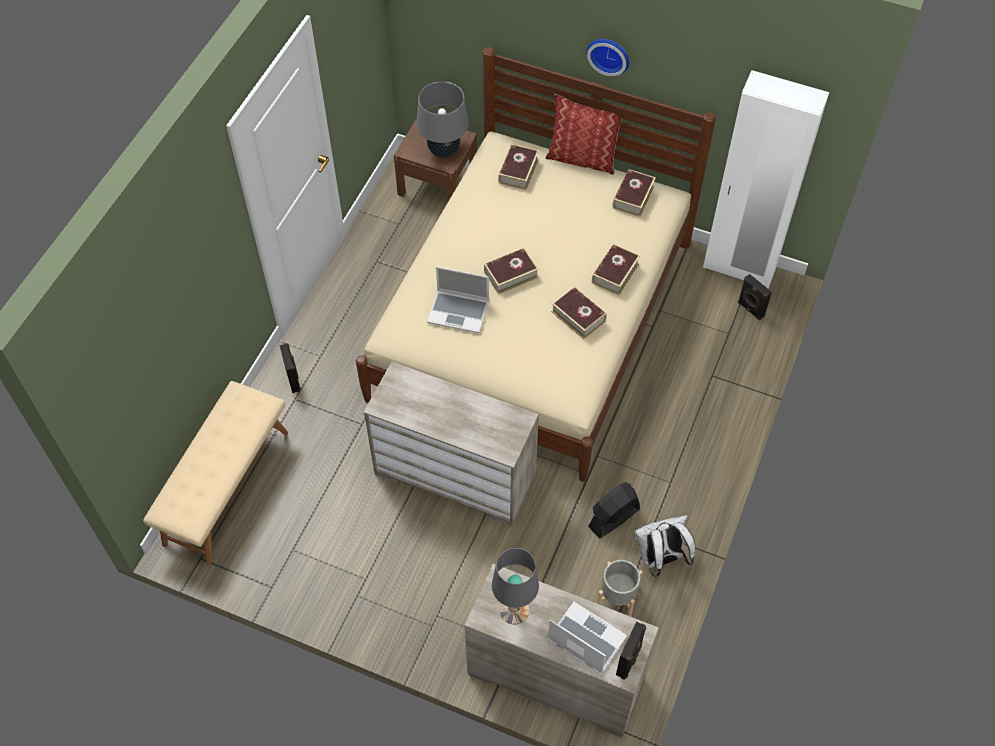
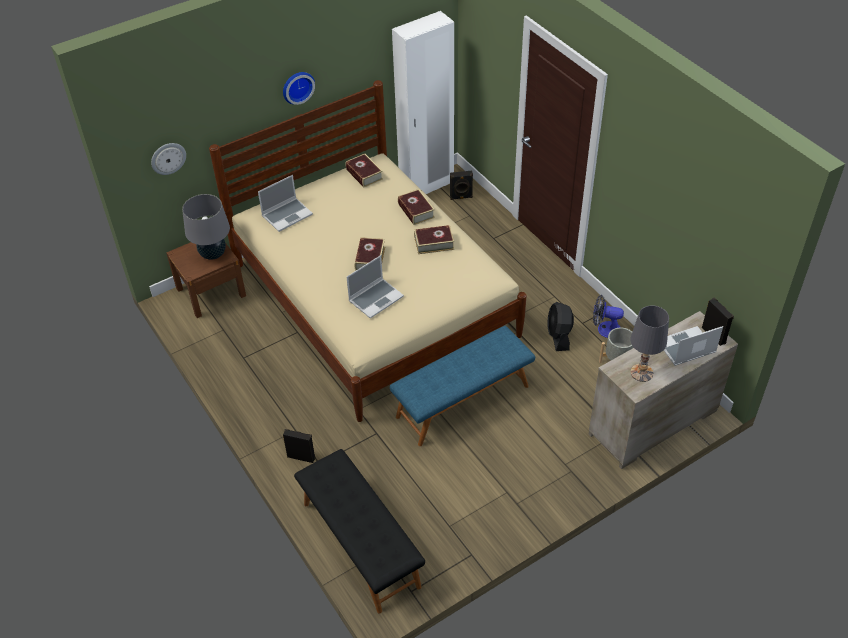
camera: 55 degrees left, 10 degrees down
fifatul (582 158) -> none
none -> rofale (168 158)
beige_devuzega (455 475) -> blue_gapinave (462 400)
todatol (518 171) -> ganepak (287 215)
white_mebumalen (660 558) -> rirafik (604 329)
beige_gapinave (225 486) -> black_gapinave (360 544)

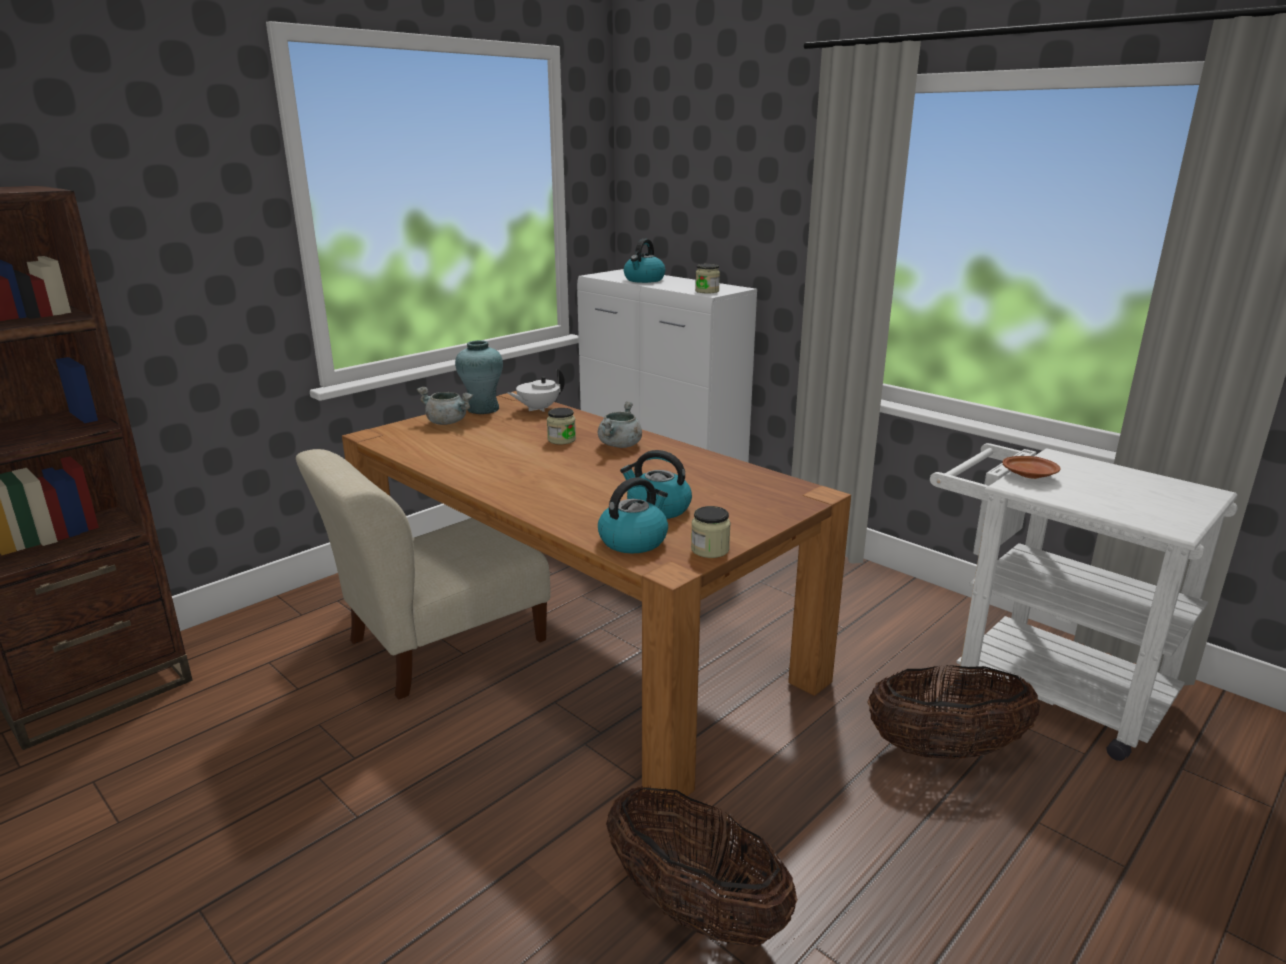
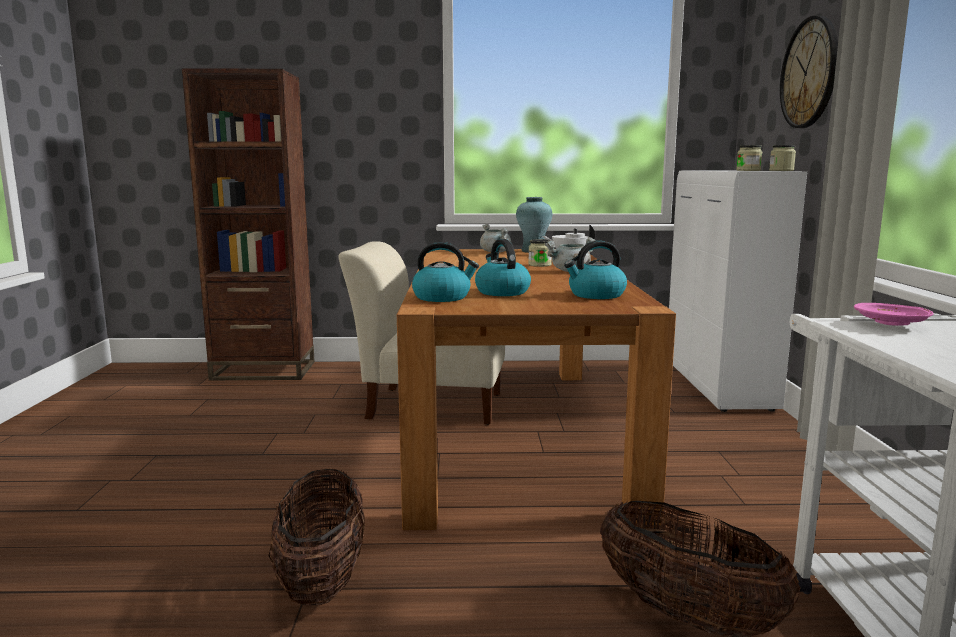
camera: 45 degrees right, 10 degrees down
none -> rofale (809 73)
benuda (644 280) -> benuda (596 295), move
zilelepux (710 549) -> zilelepux (781 170), move
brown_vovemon (1029 475) -> pink_vovemon (892 323)

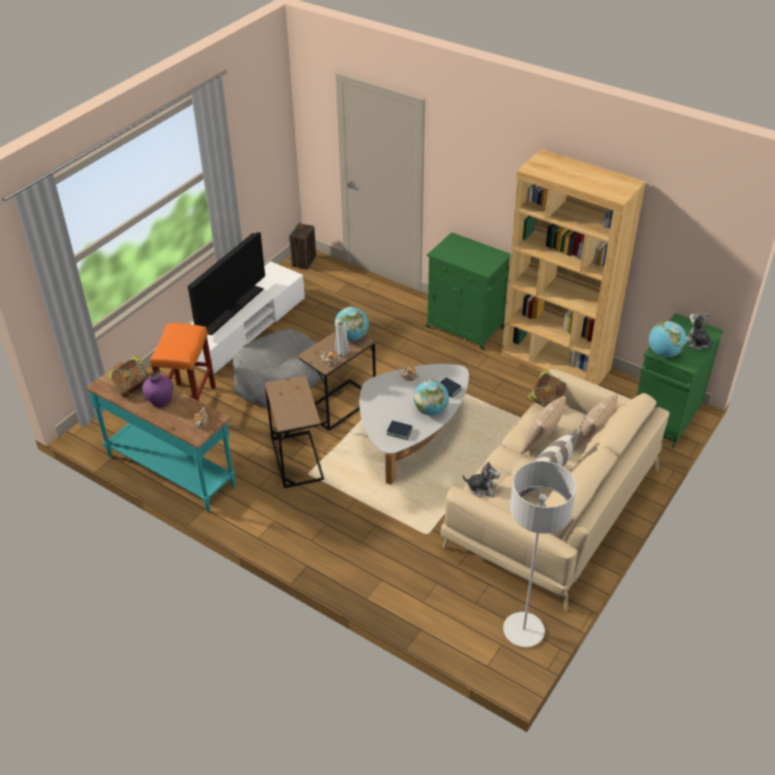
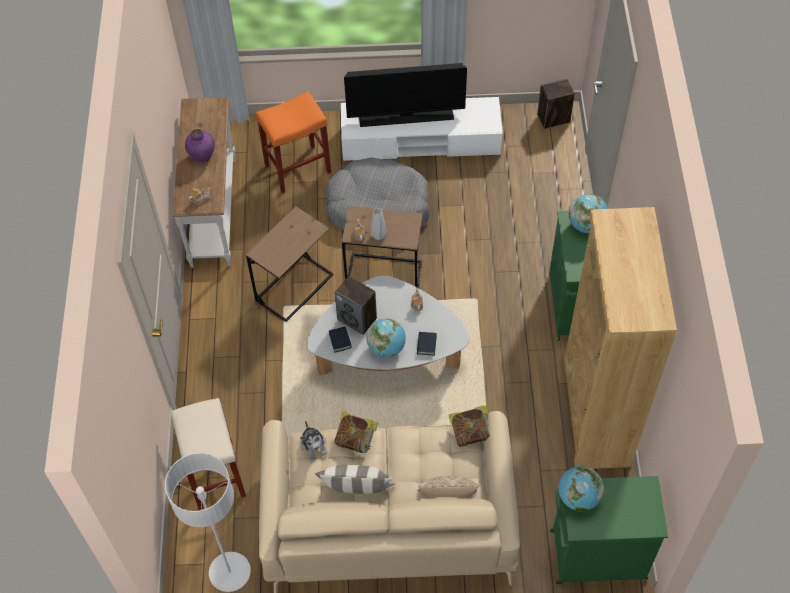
camera: 55 degrees right, 15 degrees up
fifatul (541 442) -> none
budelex (696 342) -> none
none -> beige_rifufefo (215 474)
none -> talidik (357 319)
todatol (132 387) -> todatol (356 439), move
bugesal (352 337) -> bugesal (586 225), move
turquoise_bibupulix (172 470) -> white_bibupulix (215 212)

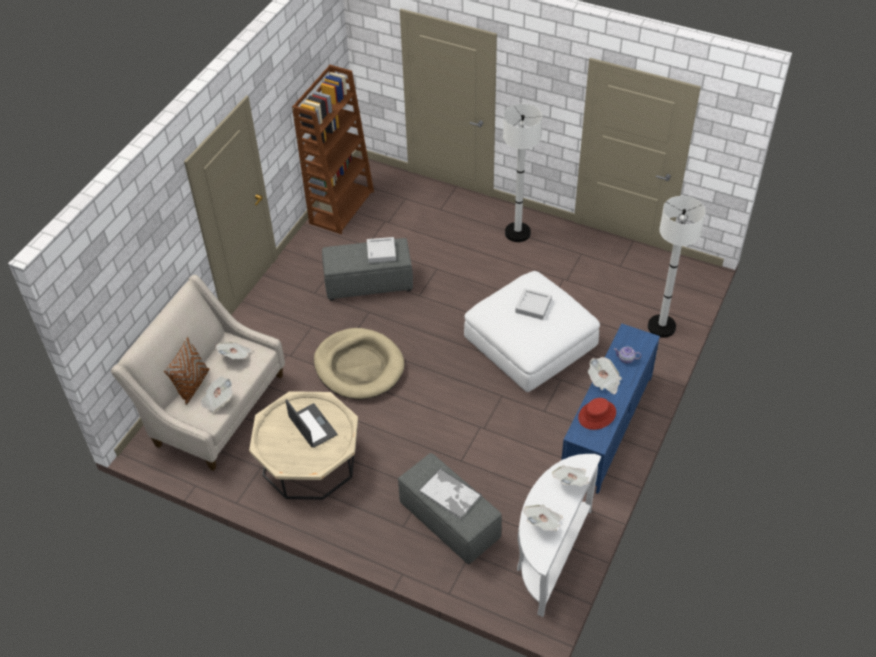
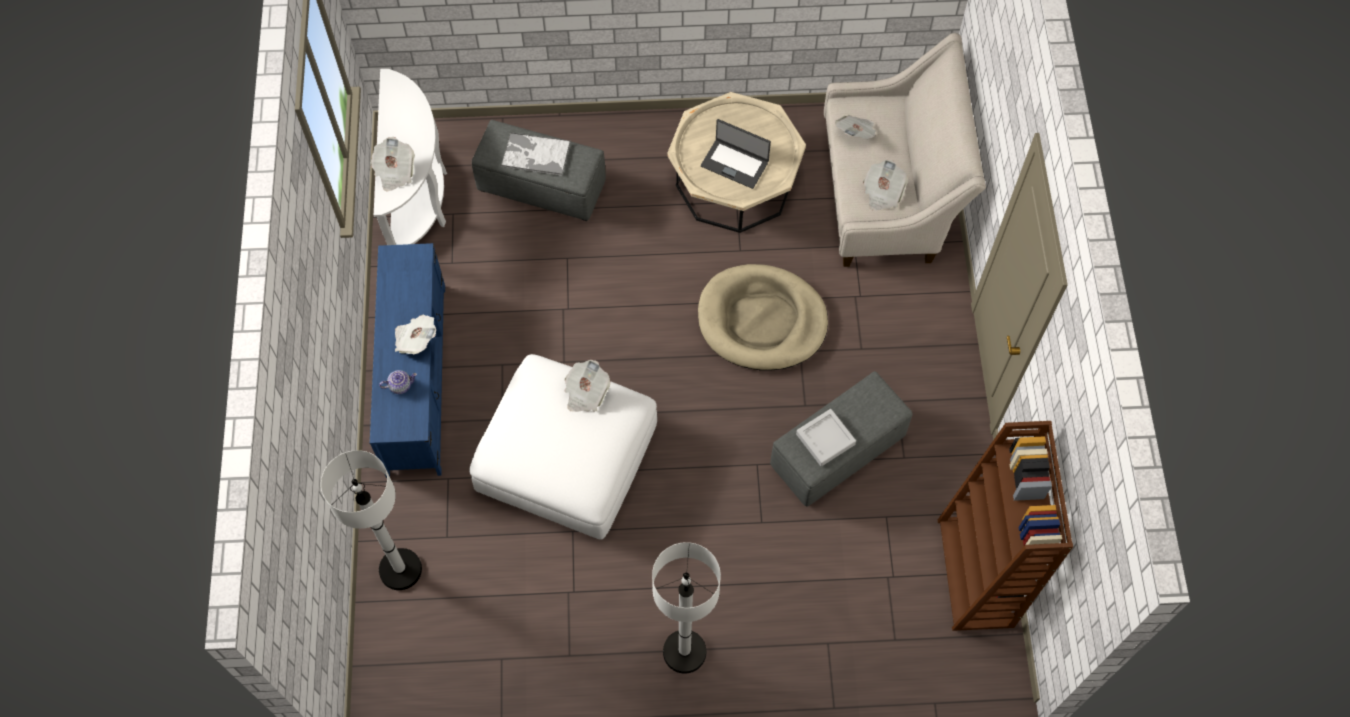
camera: 150 degrees right, 15 degrees up
brown_fifatul (192 385) -> none
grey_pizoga (533 306) -> none
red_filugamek (597 415) -> none
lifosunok (543 523) -> lifosunok (586 393), move

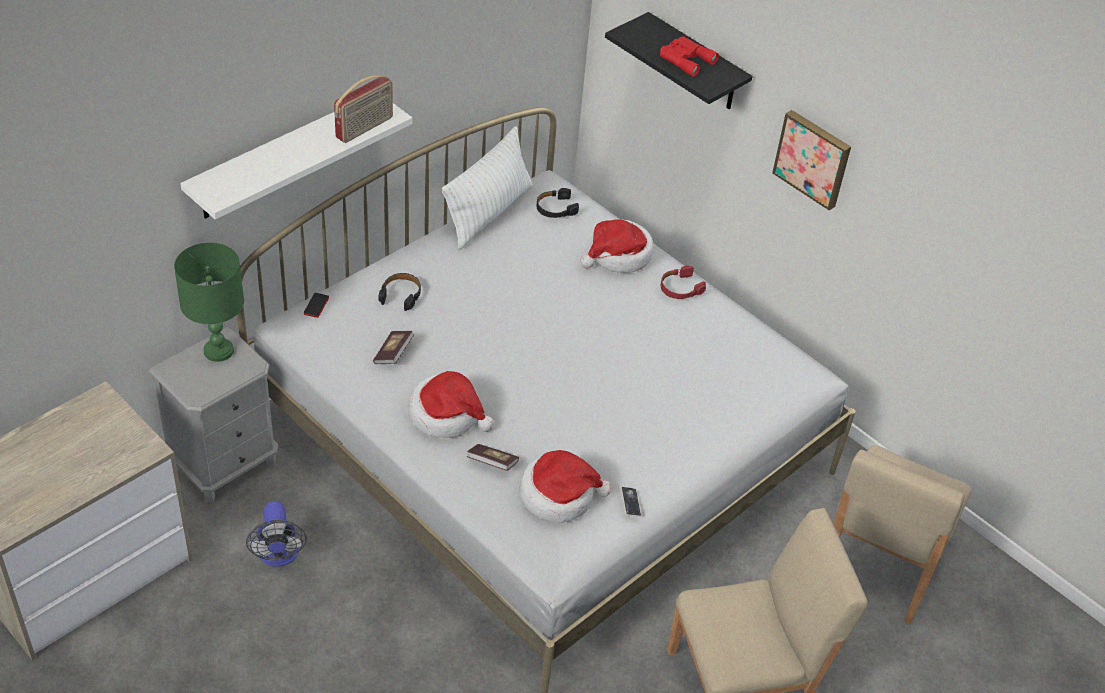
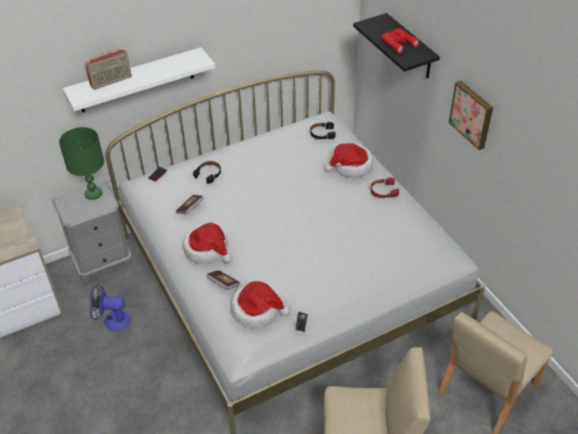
camera: 20 degrees right, 0 degrees up
white_fifatul (488 213) -> none
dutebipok (365 128) -> dutebipok (111 82), move
rirafik (278 556) -> rirafik (112 320), 90 degrees clockwise

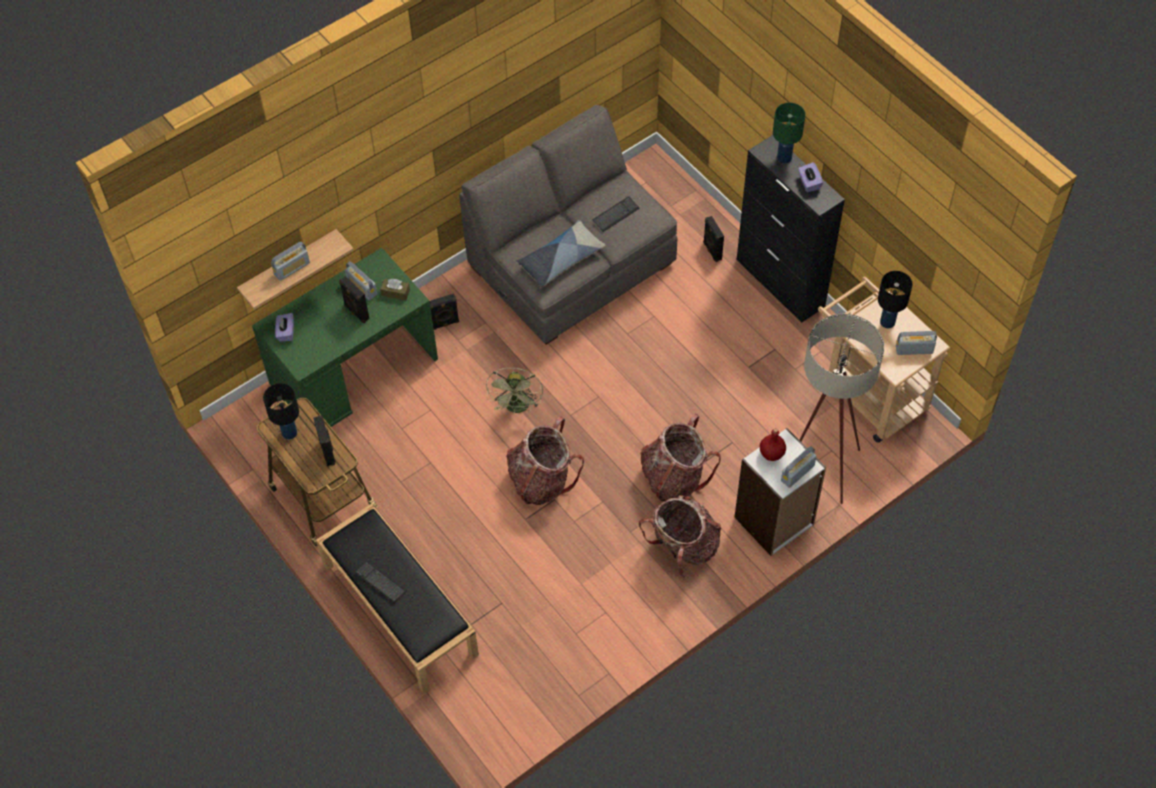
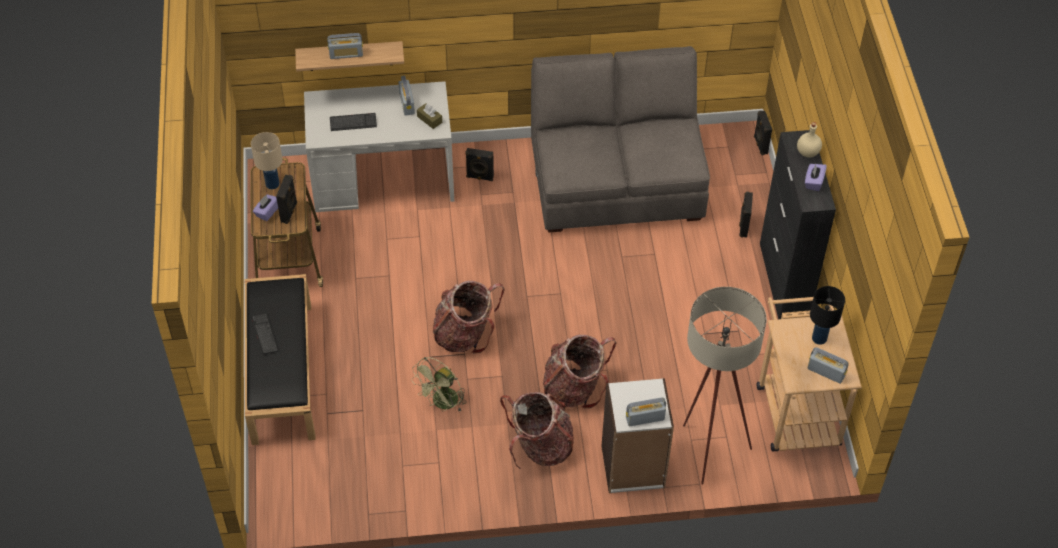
camera: 30 degrees right, 5 degrees down
fifatul (560 259) -> none
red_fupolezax (772 454) -> none
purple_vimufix (286 332) -> purple_vimufix (267 212), move
black_talidik (356 312) -> black_talidik (760 145), move
green_rirafik (517 408) -> green_rirafik (442 403), move
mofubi (615 215) -> mofubi (353 123), move
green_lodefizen (784 157) -> beige_fupolezax (807 152)
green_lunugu (353 371) -> white_lunugu (383 178)
black_lodefizen (289 433) -> beige_lodefizen (272 184)

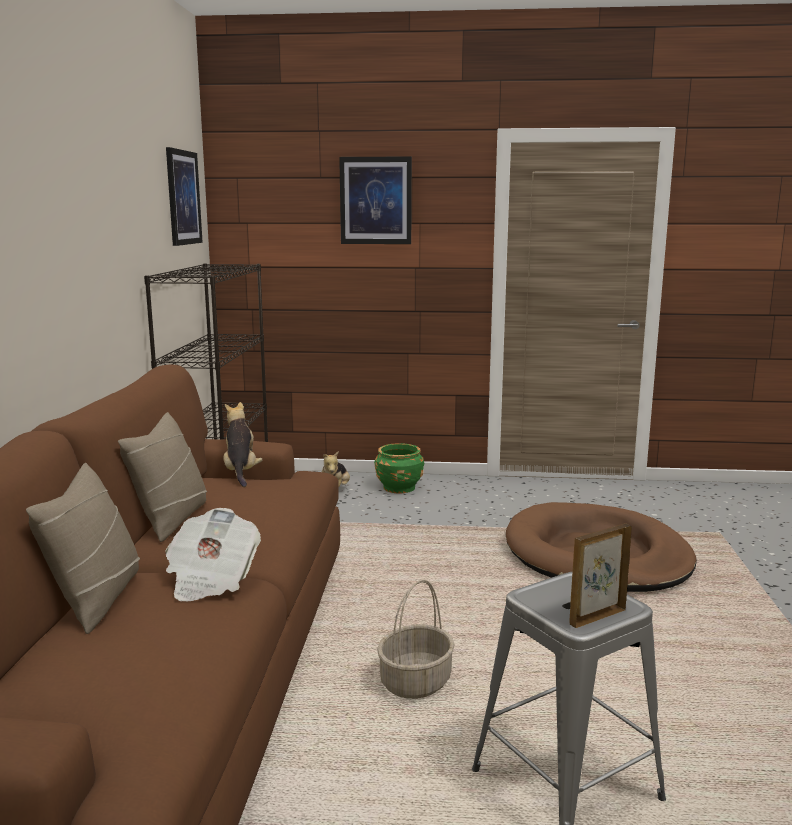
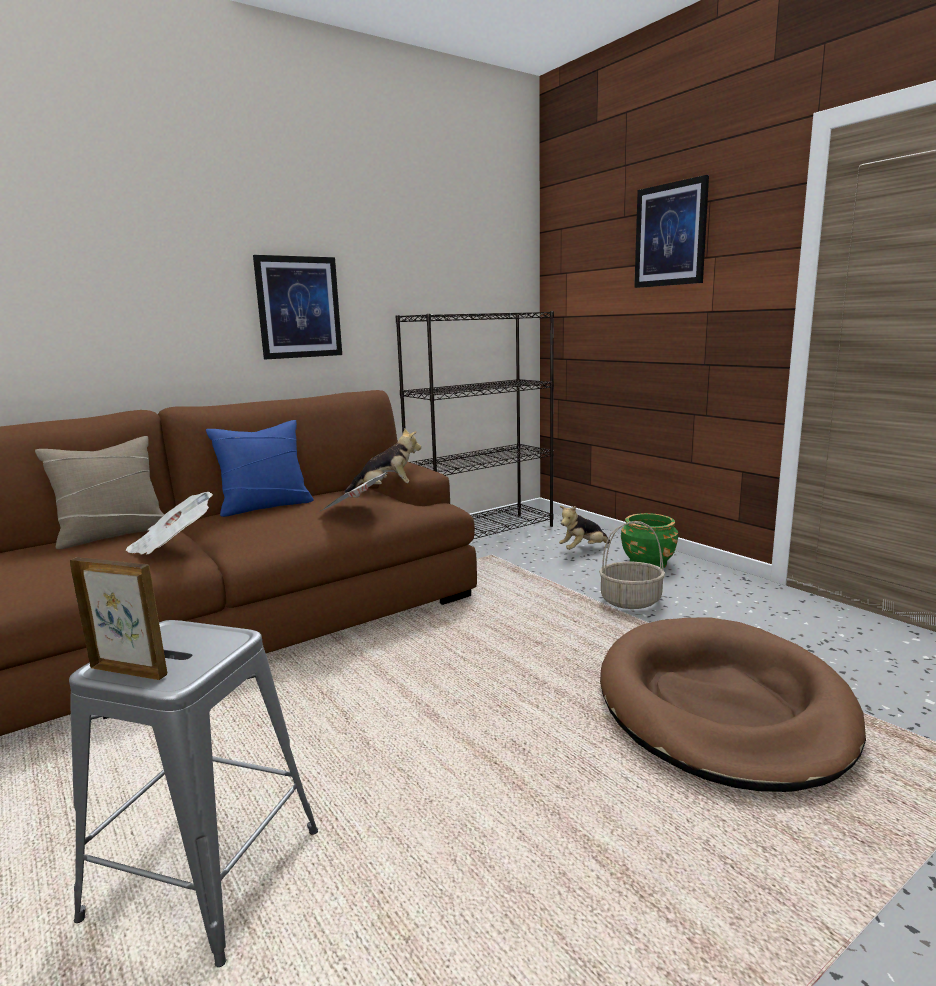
camera: 50 degrees right, 0 degrees up
none -> lifosunok (354 510)
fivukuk (183 197) -> fivukuk (299 307), move
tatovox (415 682) -> tatovox (630 601), move
beige_fifatul (171 519) -> blue_fifatul (265 506)
budelex (241 472) -> budelex (386 490), 45 degrees clockwise

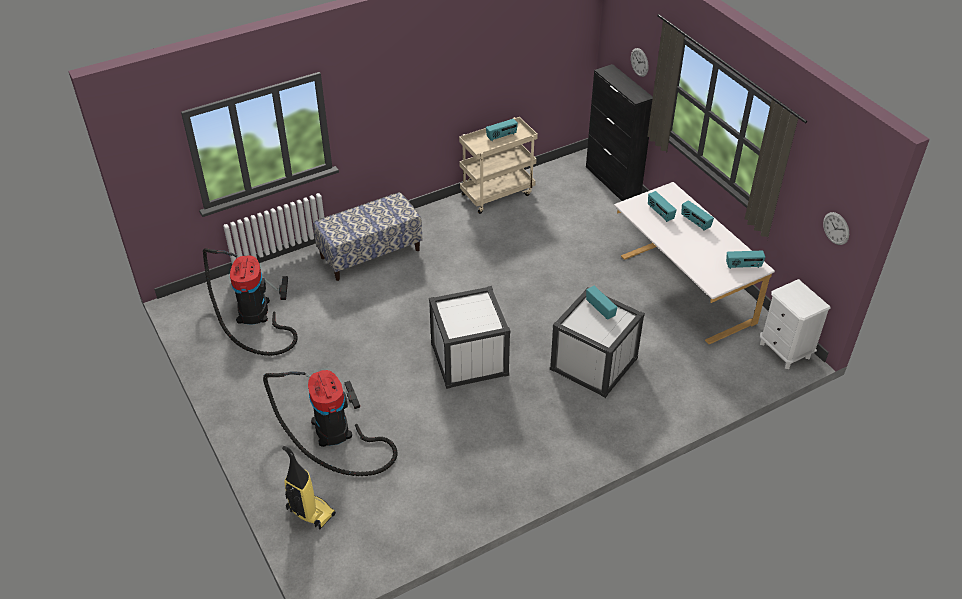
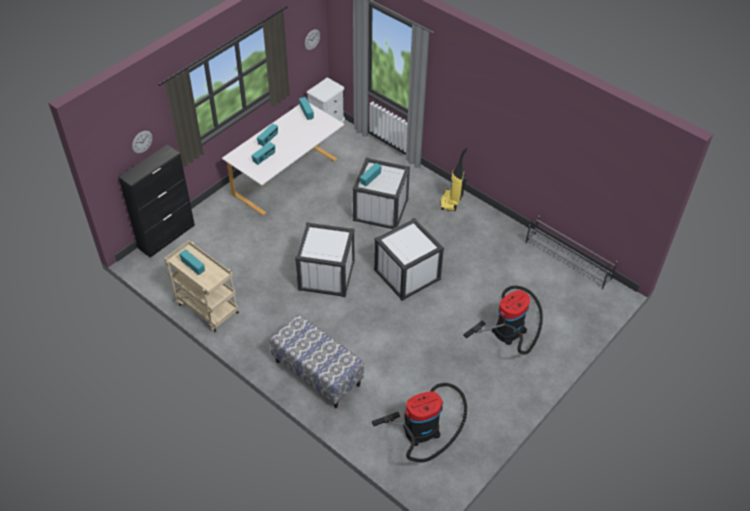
camera: 110 degrees left, 5 degrees up
none -> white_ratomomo (326 275)
none -> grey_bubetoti (568 261)
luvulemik (310 512) -> luvulemik (451 202), move

